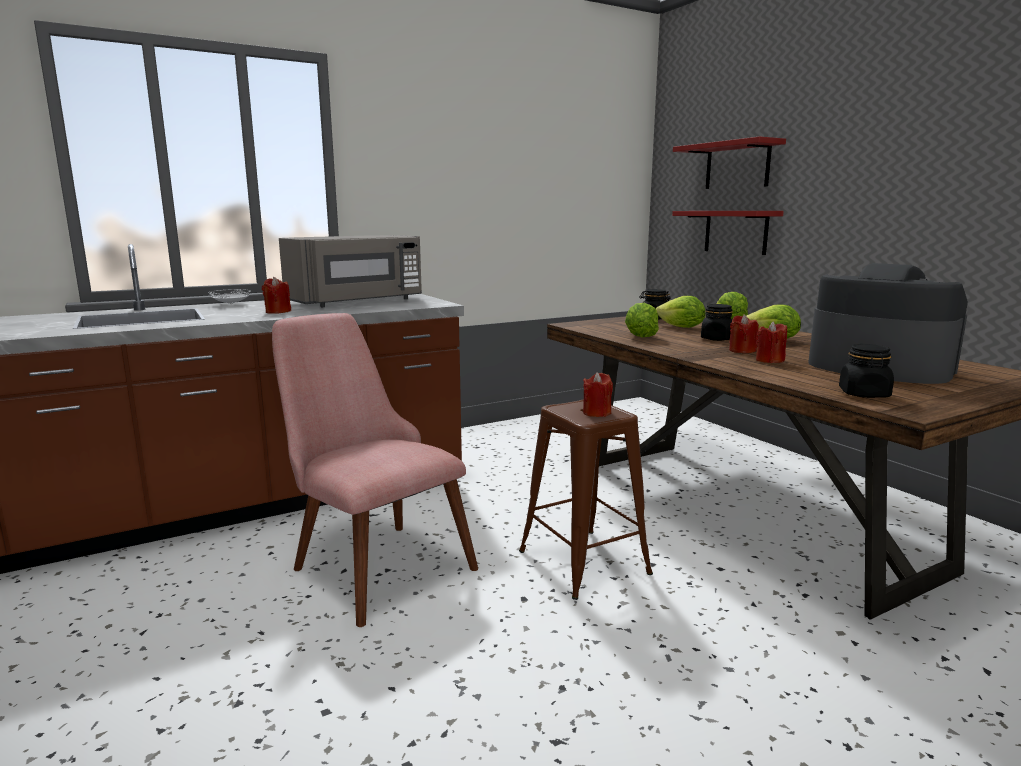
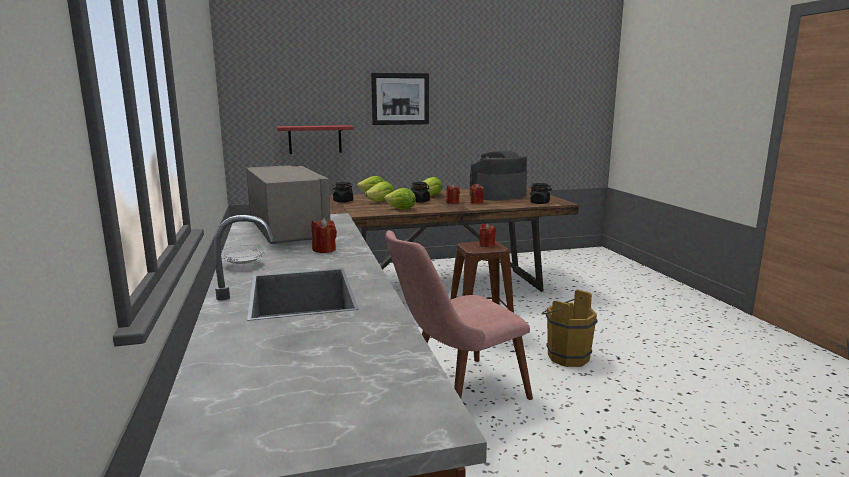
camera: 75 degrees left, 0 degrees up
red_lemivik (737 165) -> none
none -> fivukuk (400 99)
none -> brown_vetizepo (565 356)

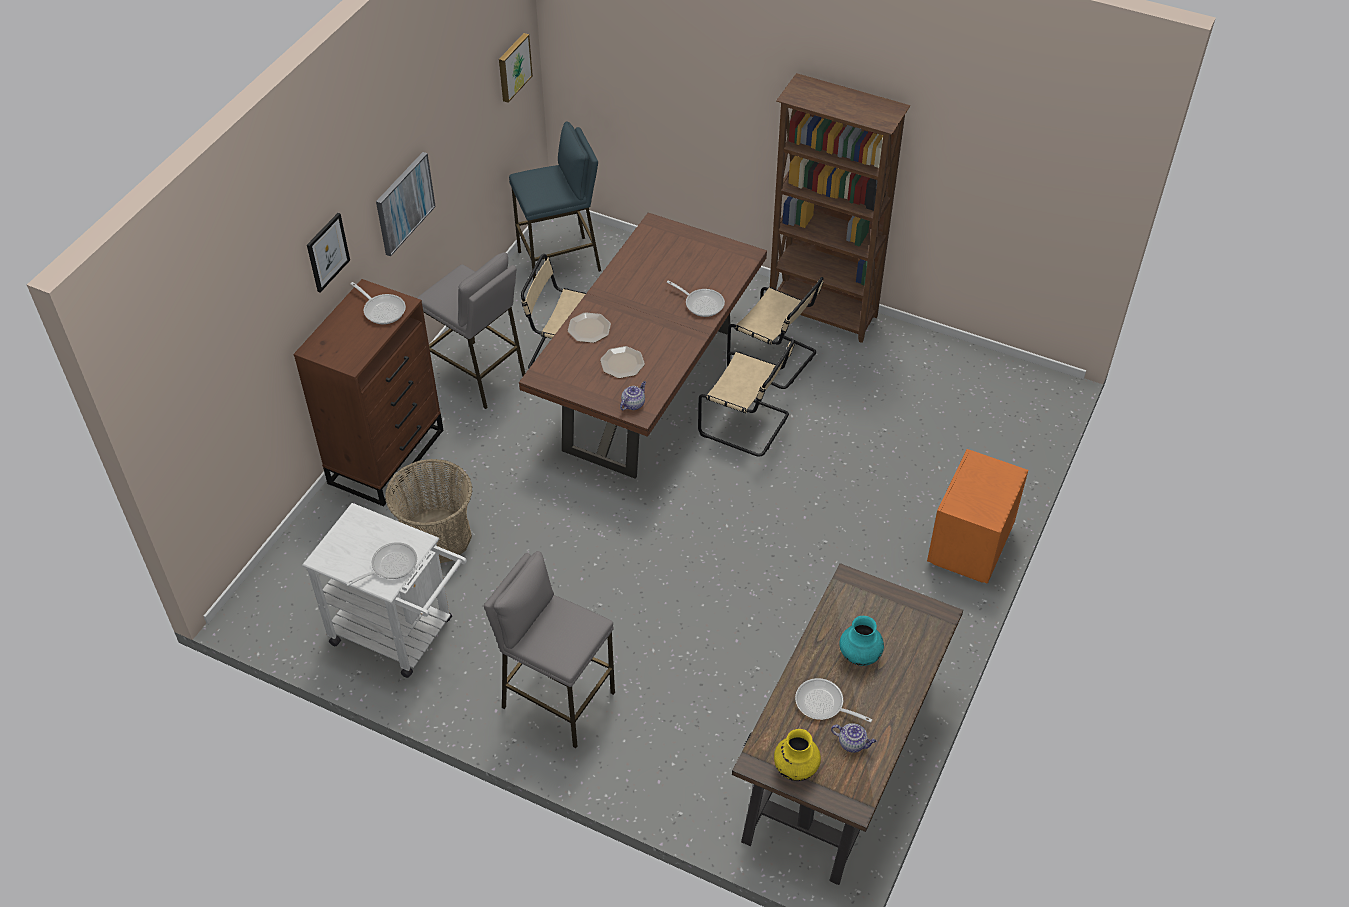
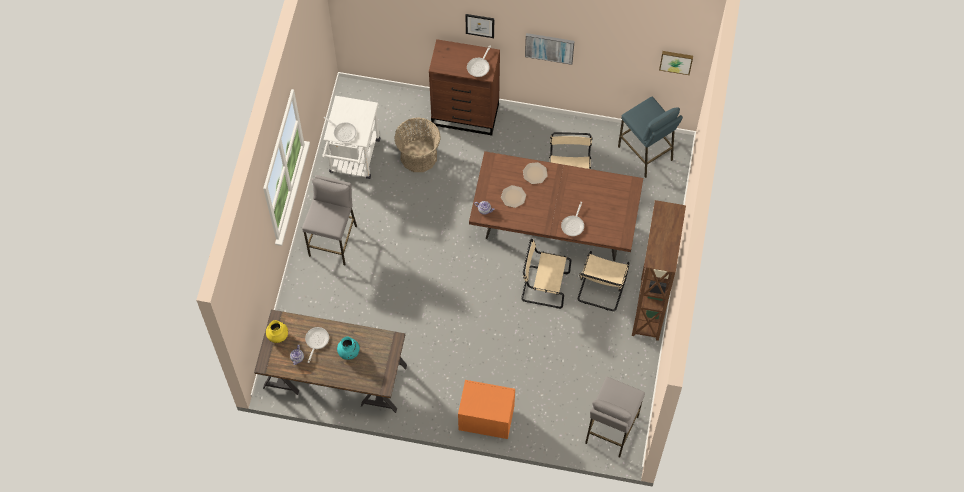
camera: 75 degrees right, 15 degrees up
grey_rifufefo (478 375) -> grey_rifufefo (610 429), move
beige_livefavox (747 425) -> beige_livefavox (543 286), 90 degrees clockwise

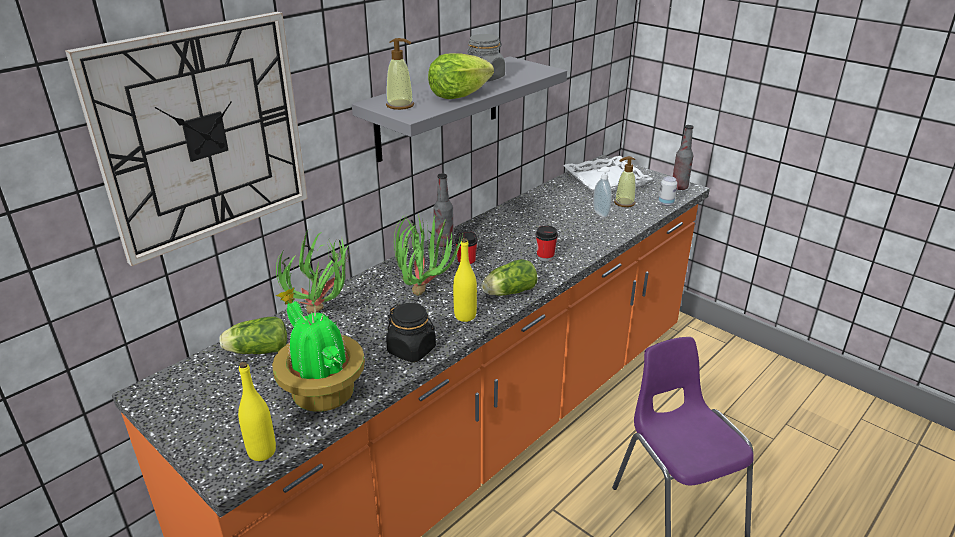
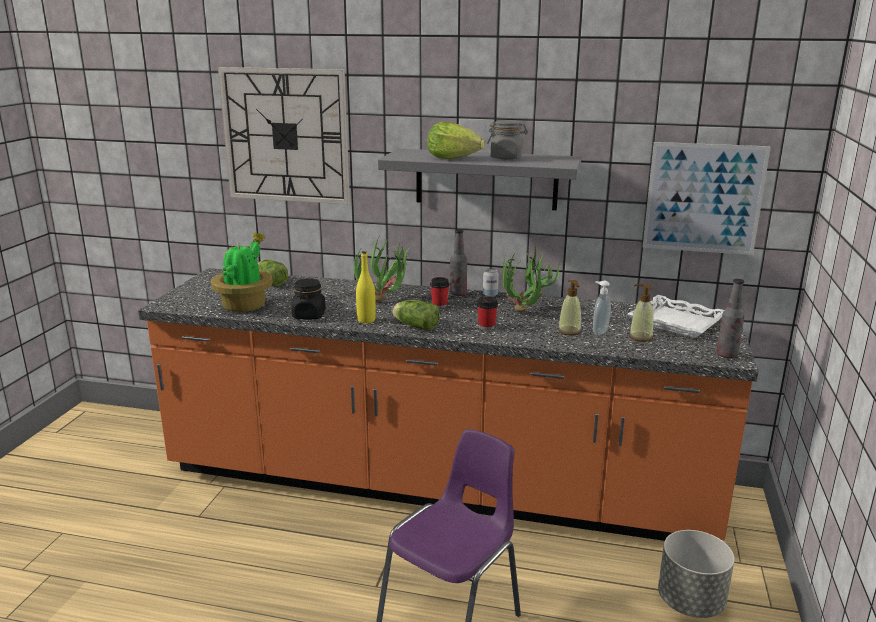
camera: 60 degrees right, 10 degrees down
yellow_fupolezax (262 452) -> none
none -> fivukuk (703 198)
none -> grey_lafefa (691 602)
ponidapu (324 312) -> ponidapu (525 315), move
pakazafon (400 105) -> pakazafon (569 331), move
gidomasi (666 203) -> gidomasi (490 295), move

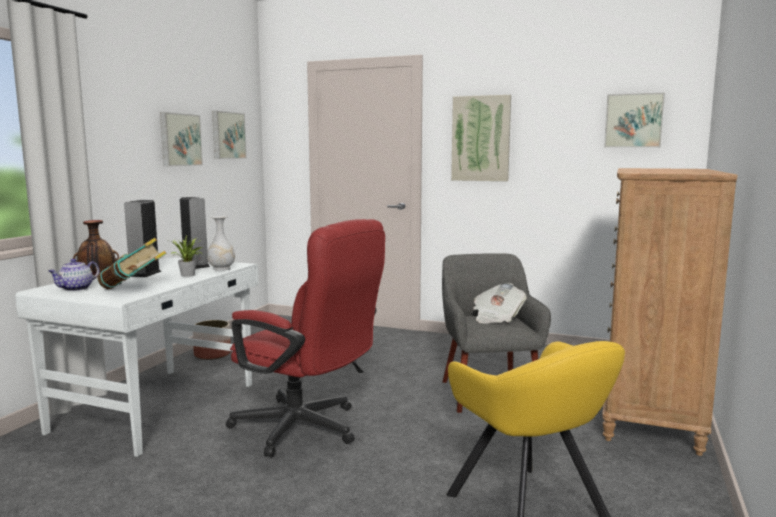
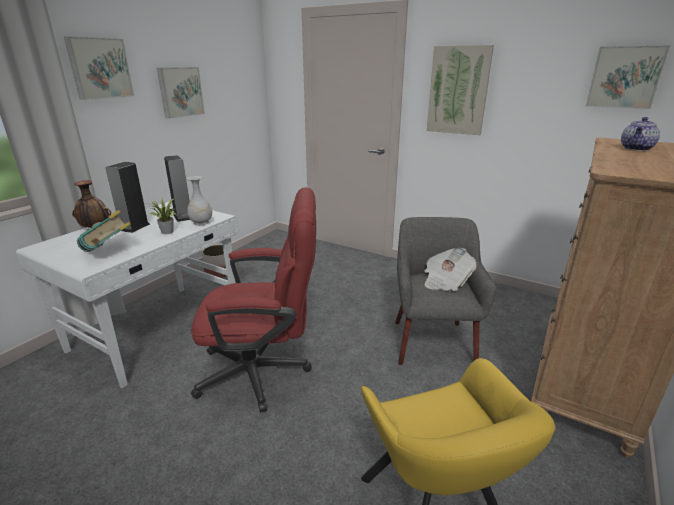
camera: 10 degrees right, 15 degrees up
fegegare (75 289) -> fegegare (636 149), move
fivukuk (227 135) -> fivukuk (99 68), move
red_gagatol (306 430) -> red_gagatol (264 372), 45 degrees counterclockwise

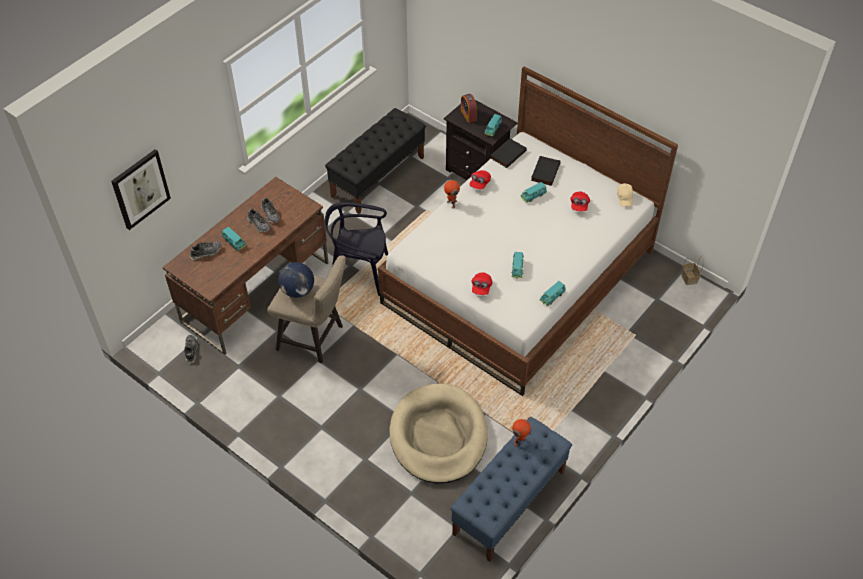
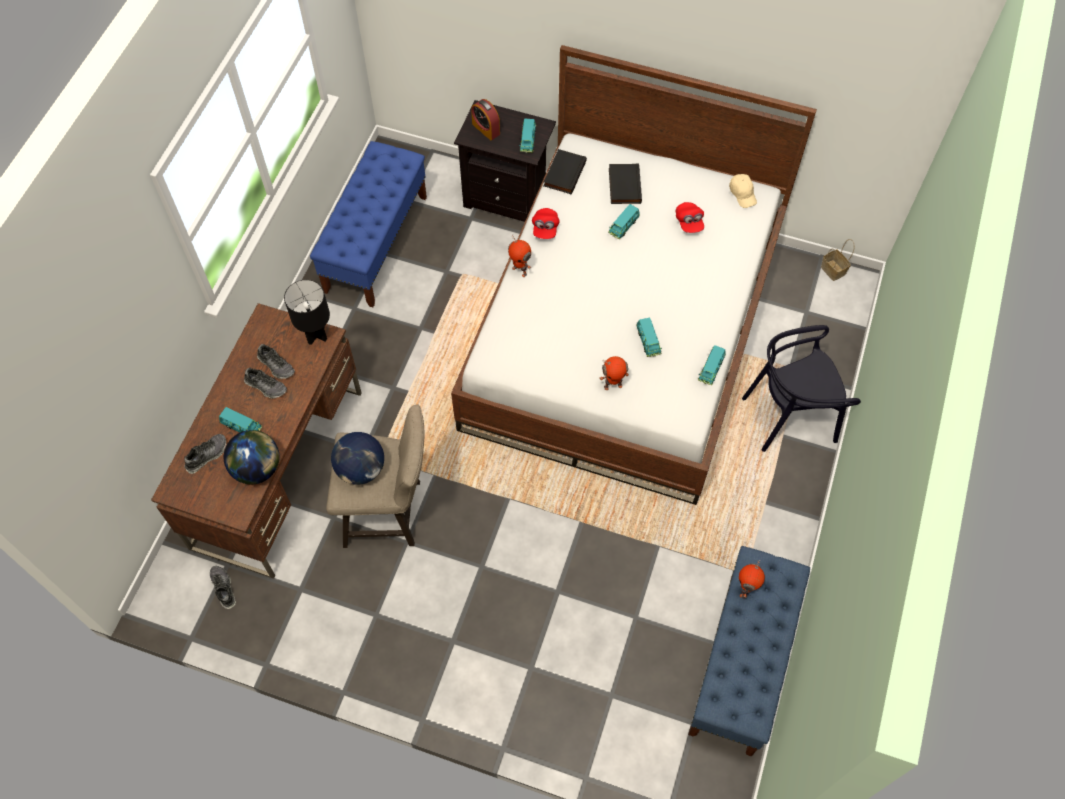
camera: 20 degrees left, 10 degrees up
fivukuk (140 189) -> none
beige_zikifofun (438 436) -> none
none -> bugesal (257 468)
none -> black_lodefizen (315 335)
black_livefavox (359 272) -> black_livefavox (789 416), move
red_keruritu (481 287) -> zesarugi (613 385)
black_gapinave (378 176) -> blue_gapinave (376 243)

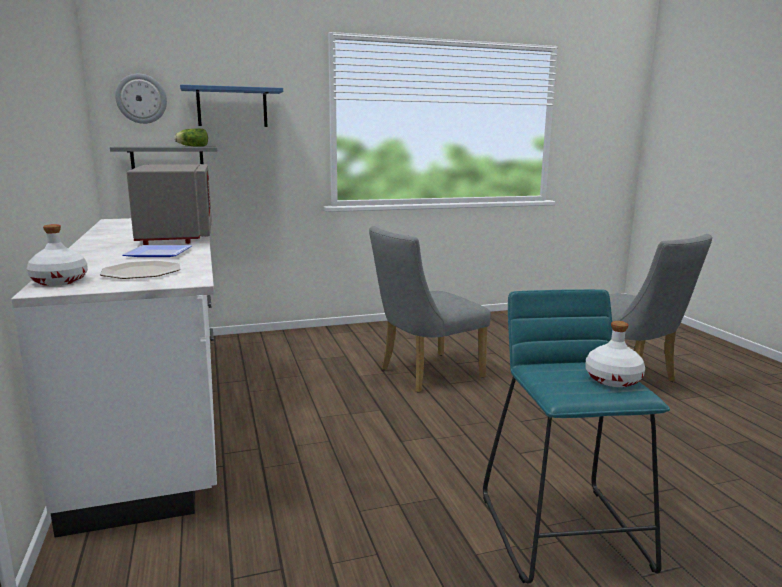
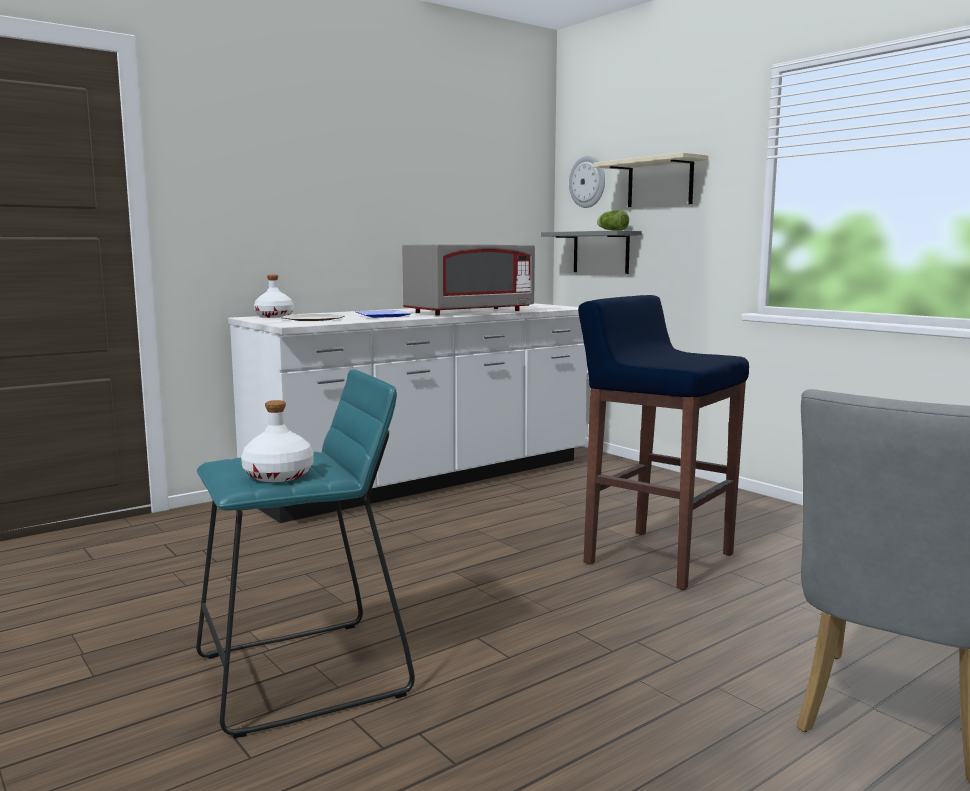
camera: 70 degrees right, 5 degrees down
grey_livefavox (424 374) -> blue_rifufefo (657 558)
blue_lemivik (232 107) -> beige_lemivik (660 183)

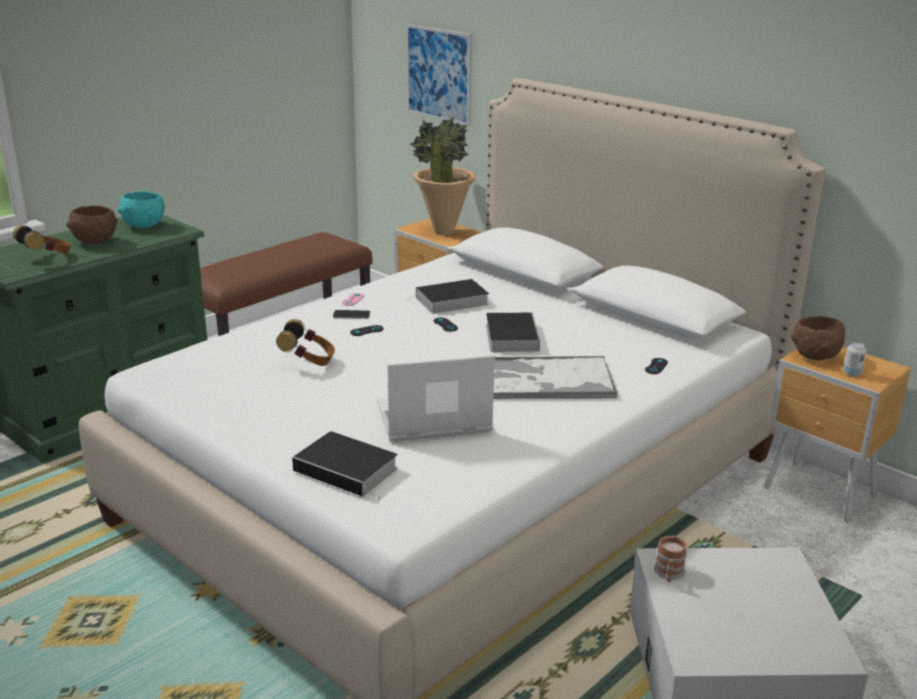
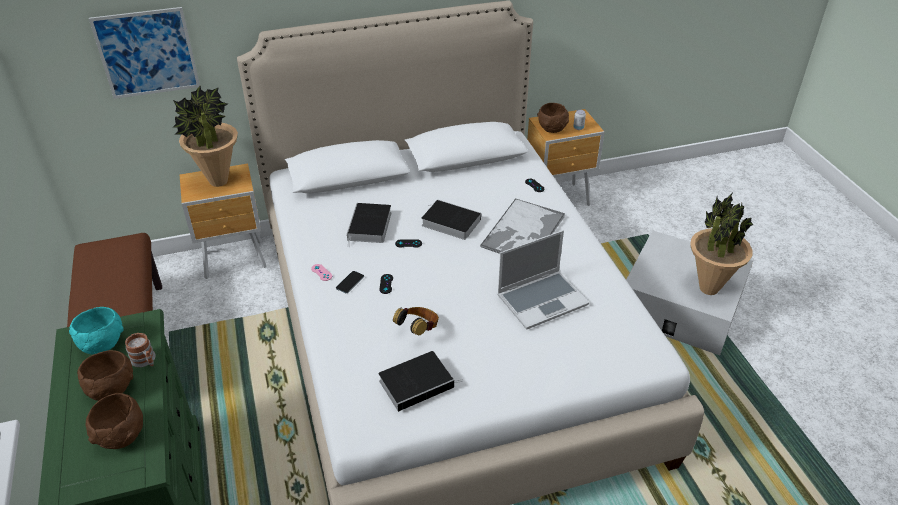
camera: 60 degrees left, 15 degrees up
none -> ponidapu (708 288)
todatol (349 470) -> todatol (418 382), move
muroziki (669 574) -> muroziki (145 360), move
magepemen (47 258) -> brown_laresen (122 435)
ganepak (432 419) -> ganepak (542 300), 135 degrees counterclockwise

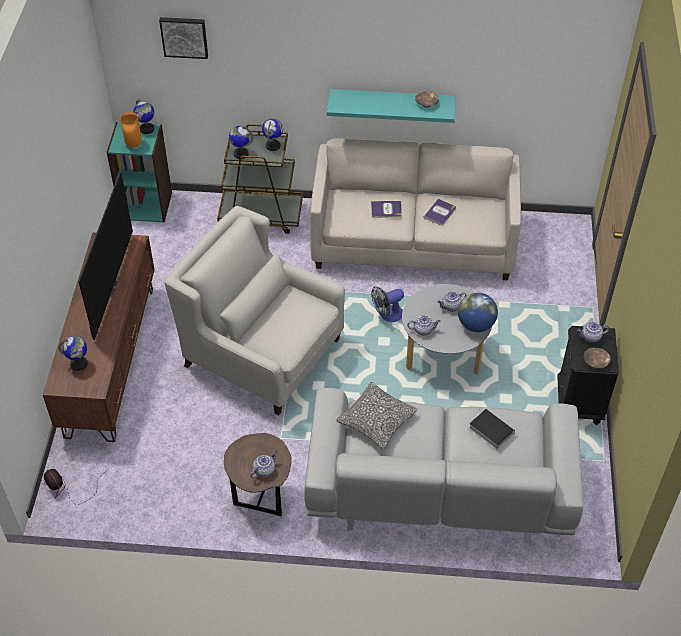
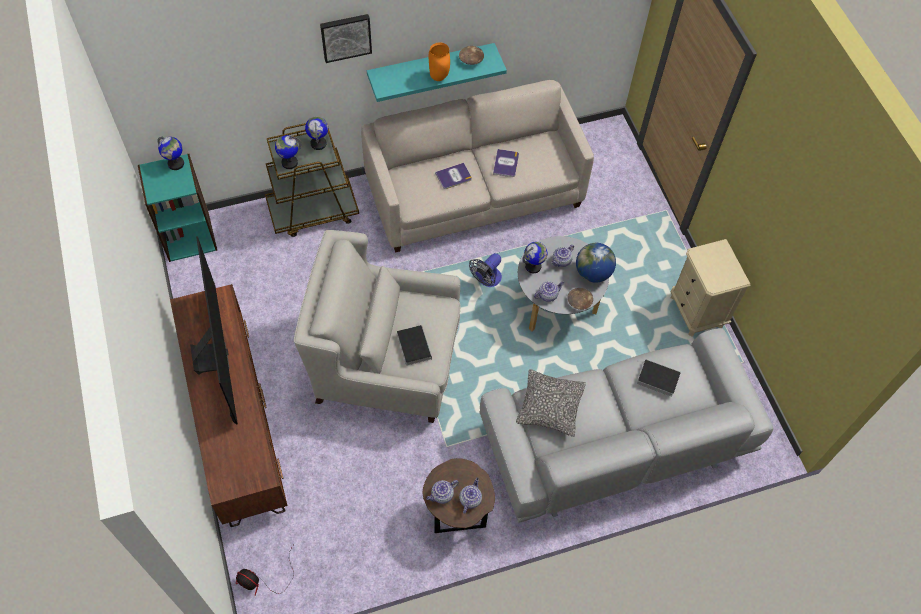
camera: 25 degrees left, 10 degrees up
none -> todatol (413 345)
bugesal (79 364) -> bugesal (533 266), move
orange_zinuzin (134 145) -> orange_zinuzin (439 77), move
fivukuk (184 36) -> fivukuk (345 36), move
fegegare (590 337) -> fegegare (442 495), move
brown_laresen (596 361) -> brown_laresen (579 301), move
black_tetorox (578 403) -> beige_tetorox (696 311)

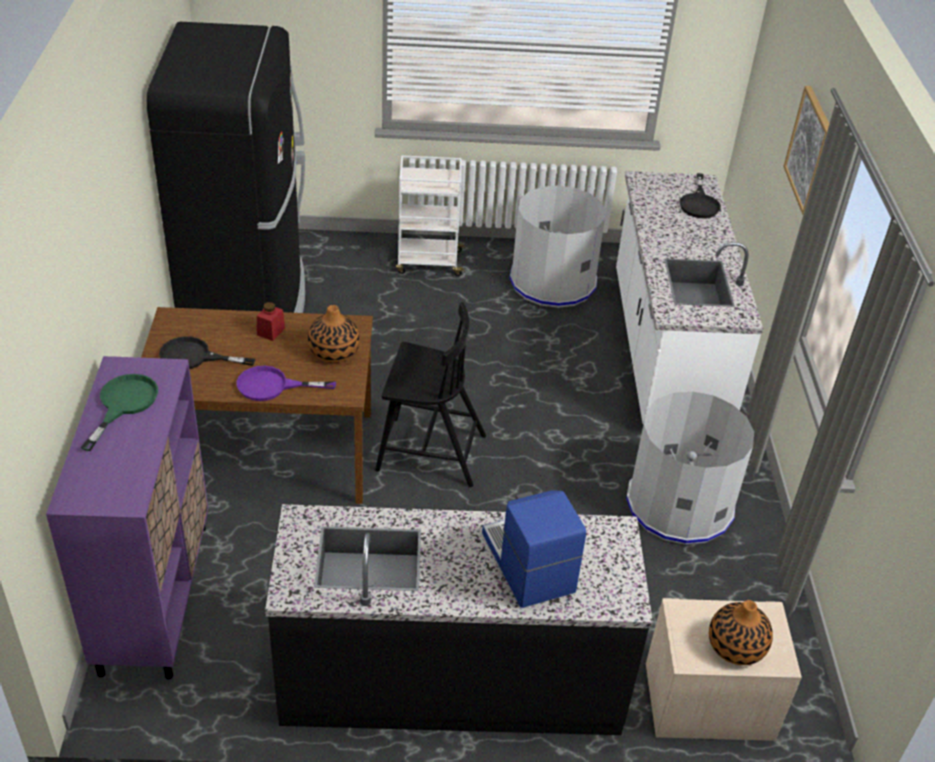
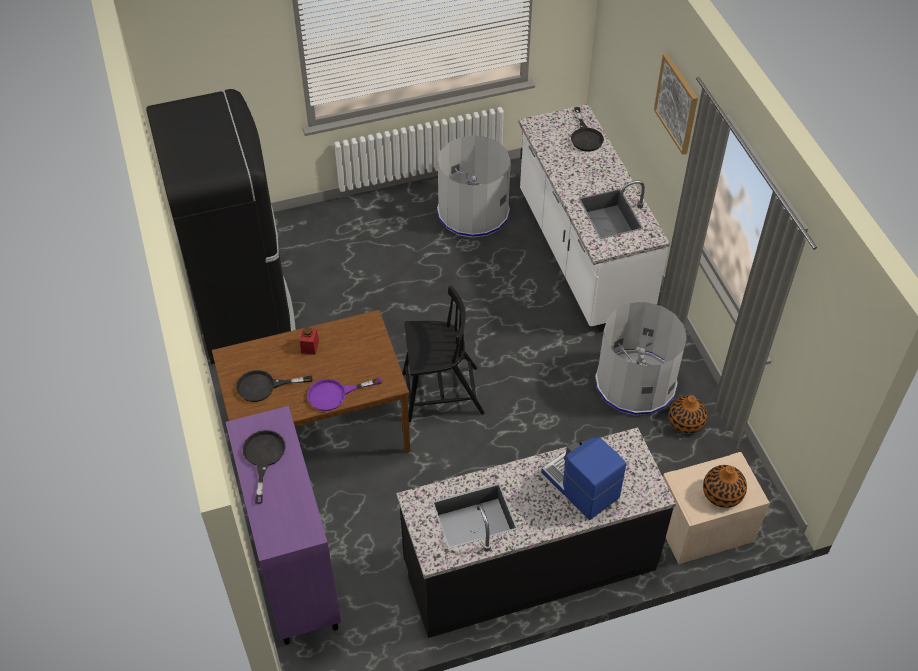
camera: 15 degrees left, 10 degrees up
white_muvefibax (428 262) -> none
zinuzin (334 352) -> zinuzin (686 422), move
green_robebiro (123 404) -> black_robebiro (263 458)

